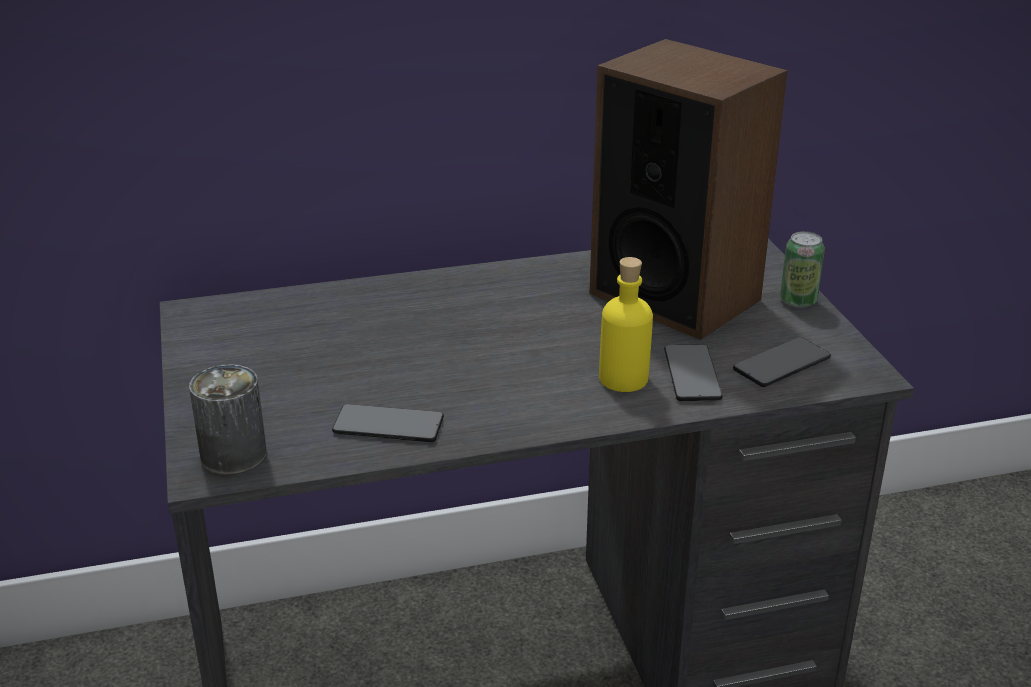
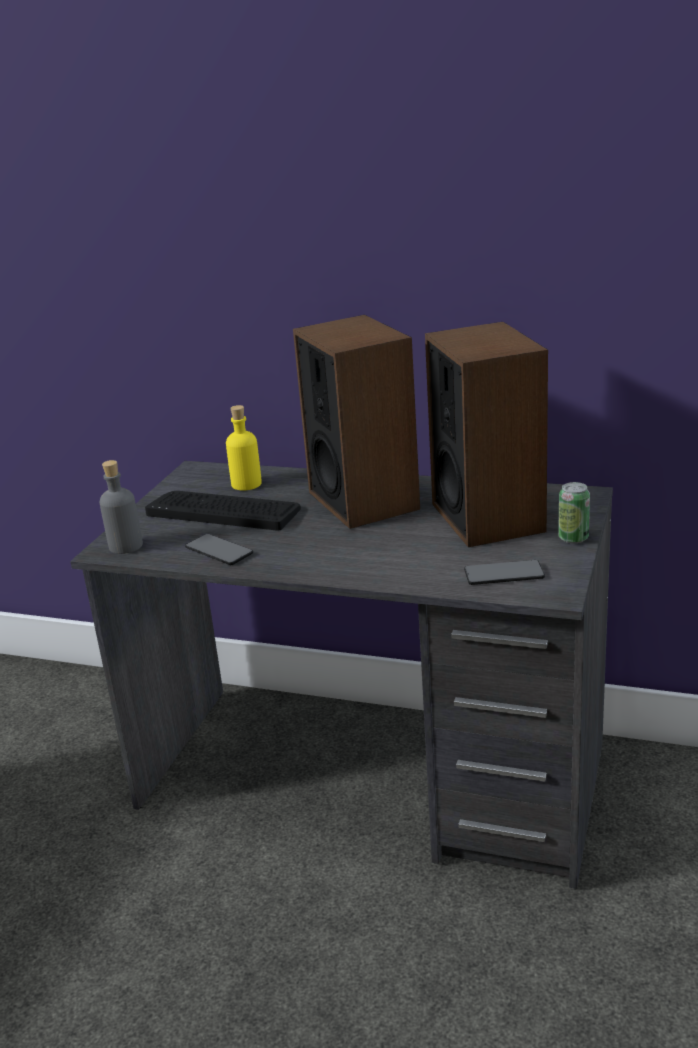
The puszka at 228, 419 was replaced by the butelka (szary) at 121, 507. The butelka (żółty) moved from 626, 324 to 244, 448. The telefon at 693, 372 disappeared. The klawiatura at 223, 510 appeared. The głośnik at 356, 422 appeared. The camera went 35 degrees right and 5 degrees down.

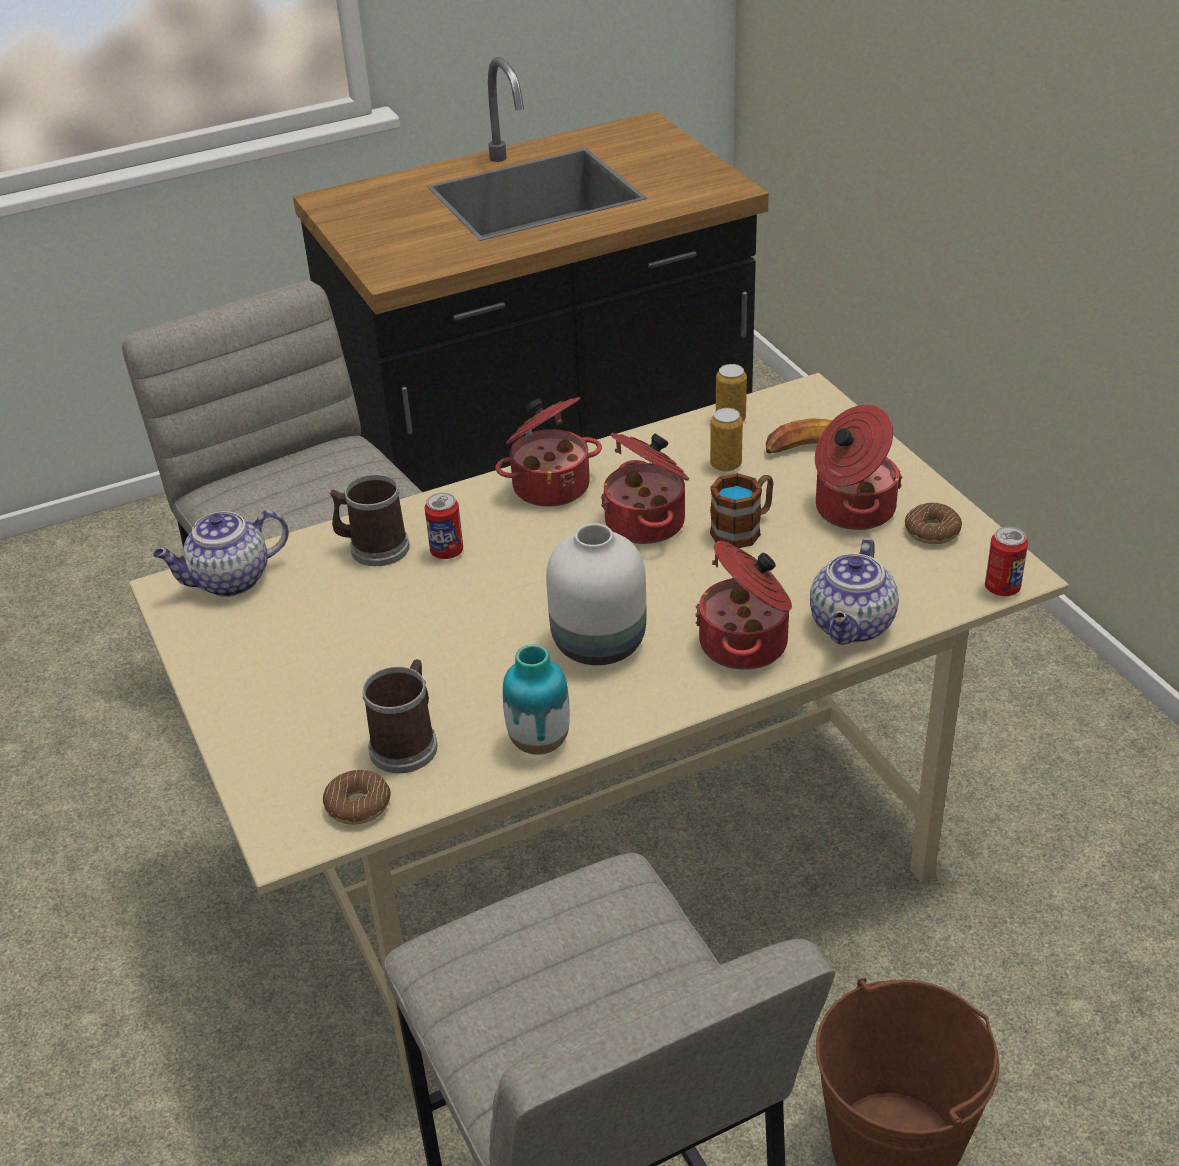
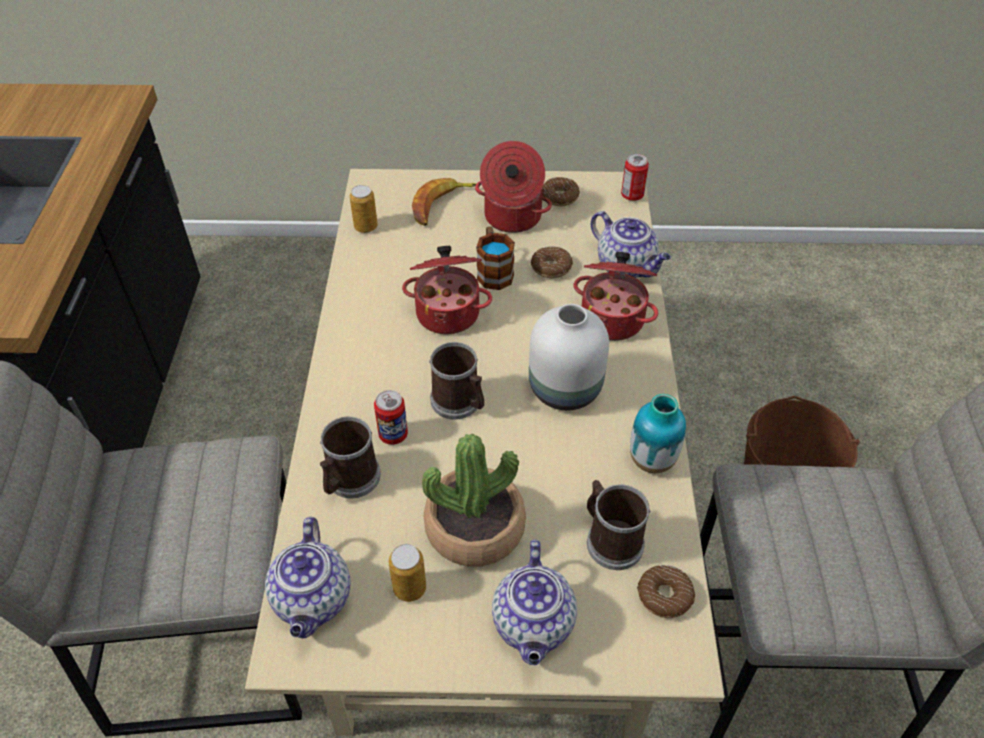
The garnek at 549, 452 disappeared. The puszka moved from 726, 440 to 407, 573. The roślina doniczkowa at 474, 500 appeared. The kubek at 456, 381 appeared. The imbryk at 534, 602 appeared. The donut at 552, 262 appeared. The camera went 65 degrees left and 10 degrees up.

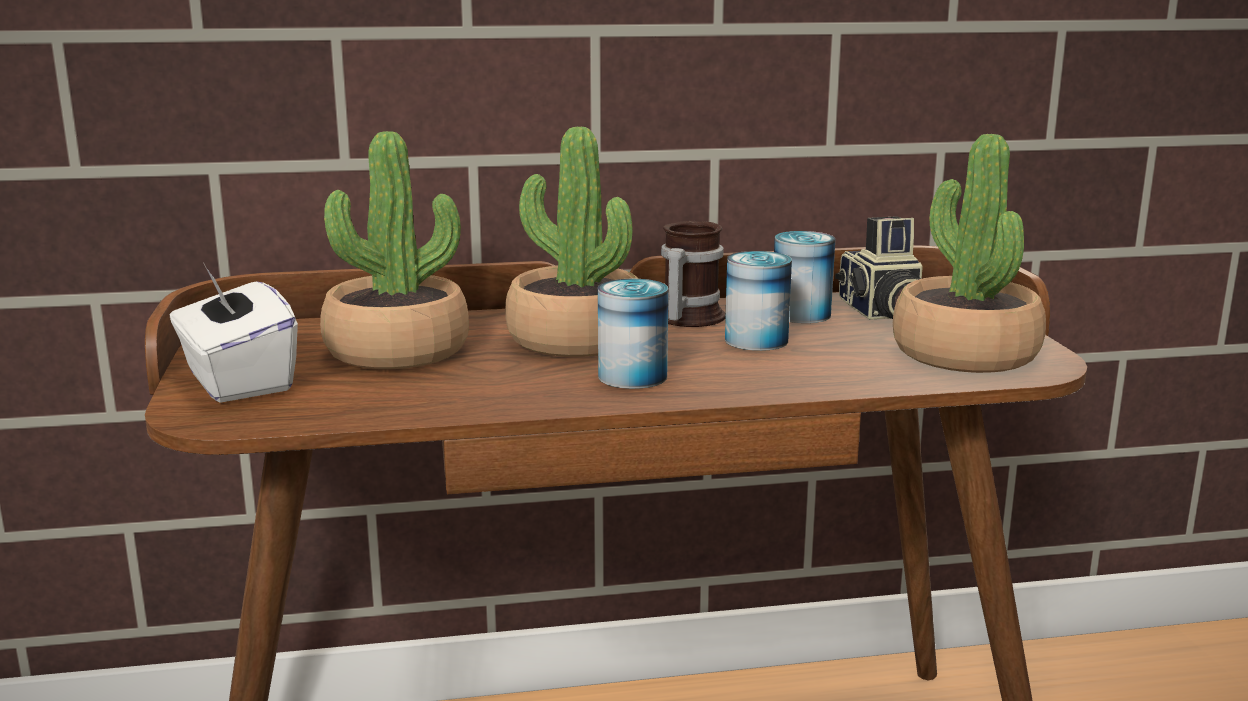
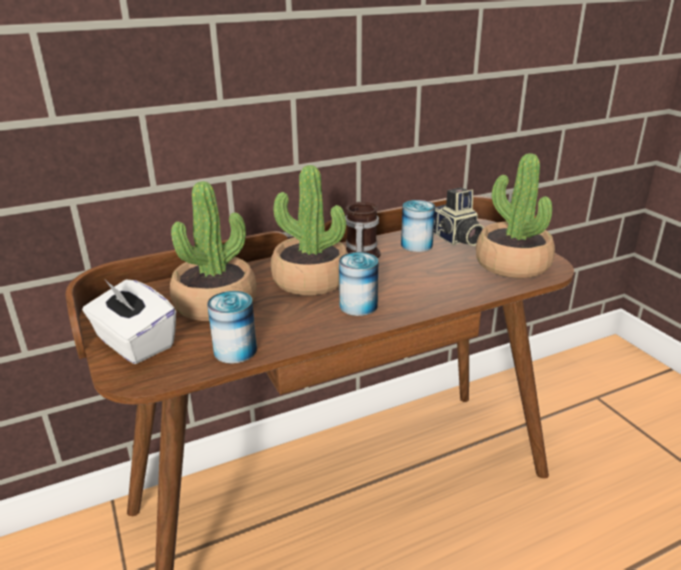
The puszka moved from 758, 301 to 232, 327. The camera went 15 degrees left and 10 degrees up.

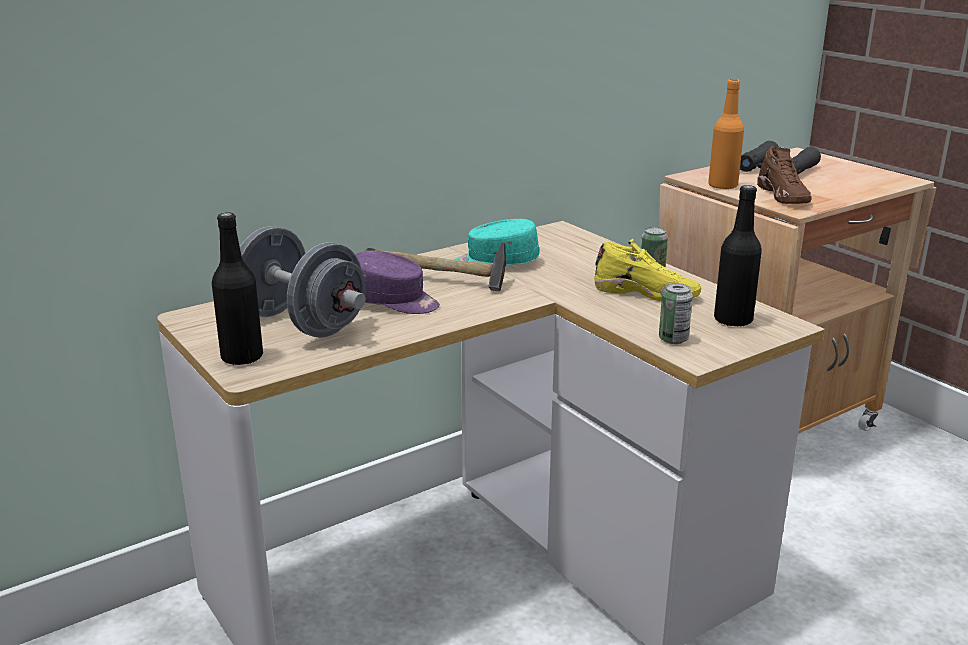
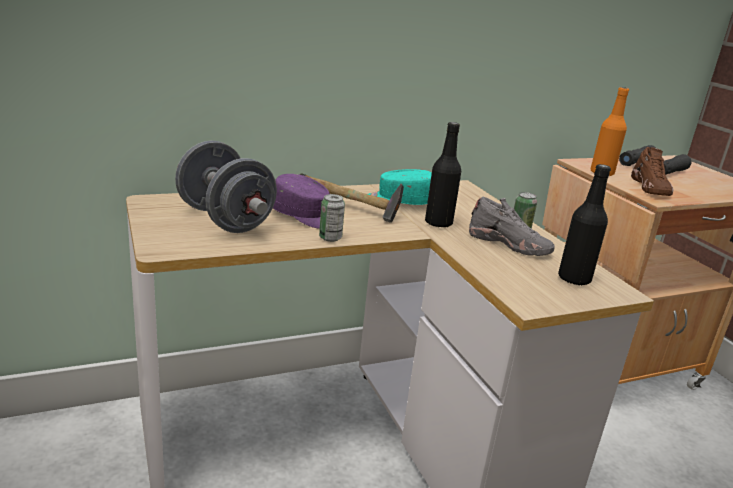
The butelka (czarny) moved from 237, 288 to 443, 175. The but (żółty) at 647, 270 became the but (szary) at 512, 226. The puszka moved from 676, 313 to 332, 218. The camera went 10 degrees right and 0 degrees up.

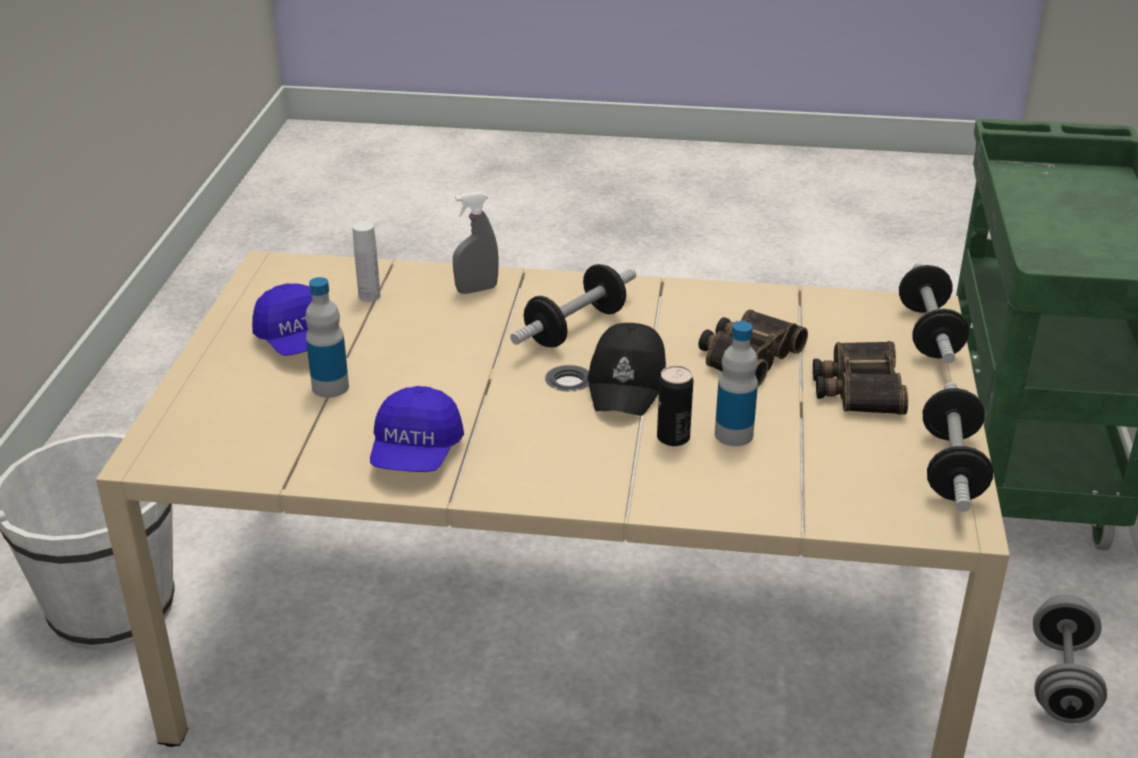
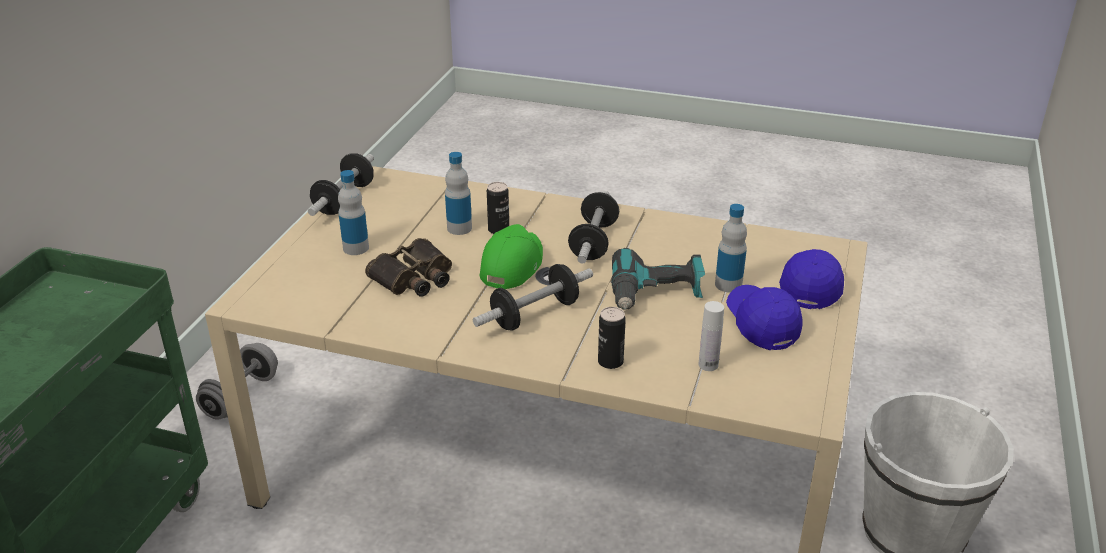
The czapka z daszkiem (niebieski) moved from 417, 429 to 811, 279. The spryskiwacz (szary) at 476, 243 was replaced by the puszka at 612, 338. The czapka z daszkiem (czarny) at 626, 369 became the czapka z daszkiem (zielony) at 511, 256. The lornetka at 860, 378 was replaced by the butelka at 353, 212. The hantel moved from 934, 313 to 593, 227. The wiertarka at 658, 279 appeared. The camera went 170 degrees left and 0 degrees up.

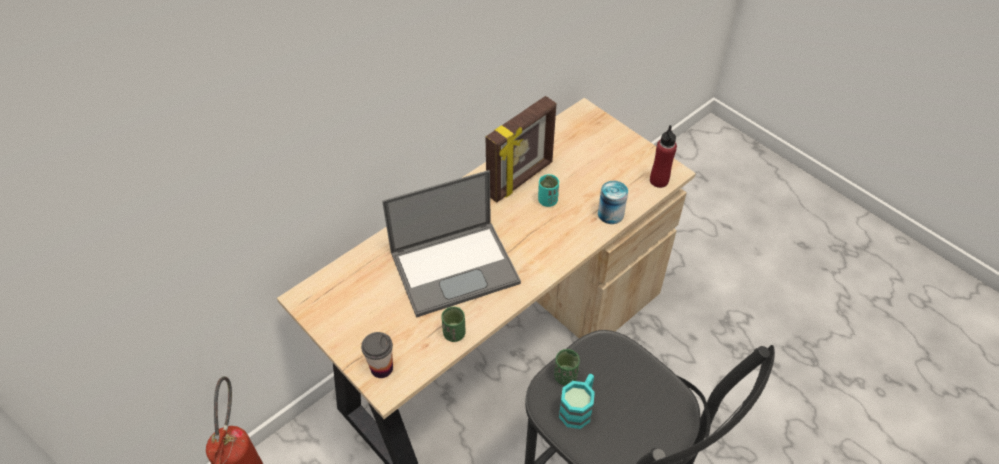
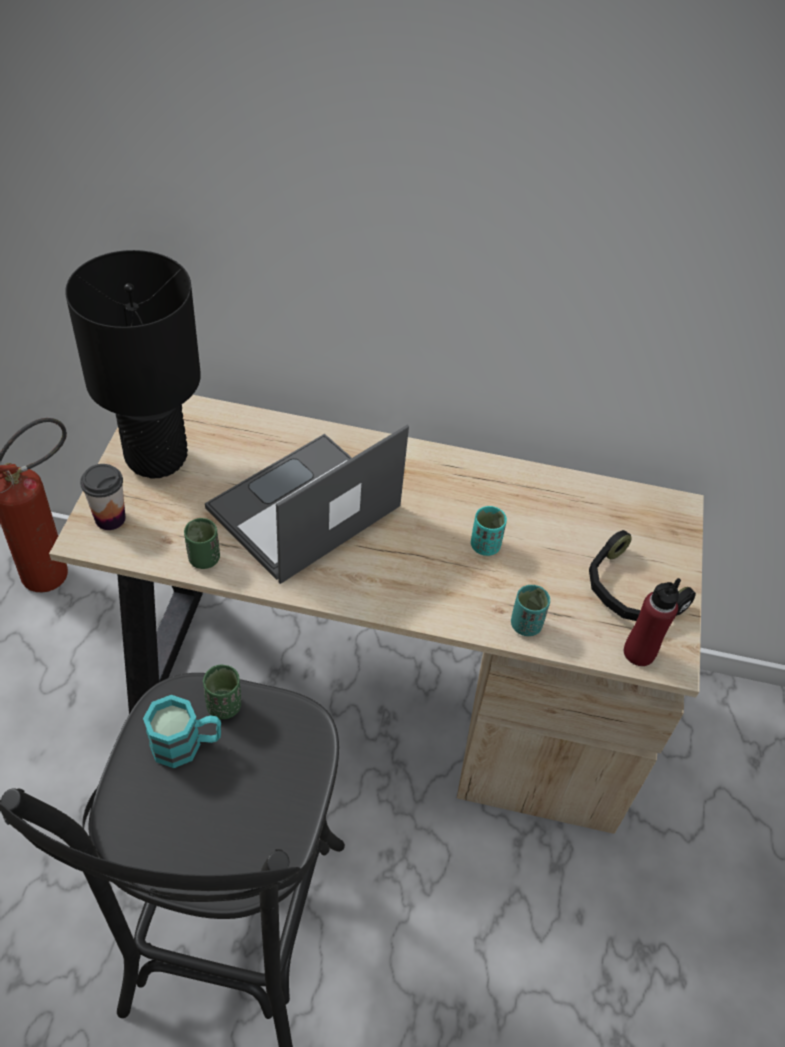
The laptop at 451, 244 turned 105 degrees clockwise. The ramka na zdjęcie at 521, 149 disappeared. The puszka at 613, 202 was replaced by the filiżanka (turkusowy) at 530, 610. The lampa stołowa (czarny) at 133, 364 appeared. The słuchawki (czarny) at 642, 575 appeared. The camera went 50 degrees right and 0 degrees up.

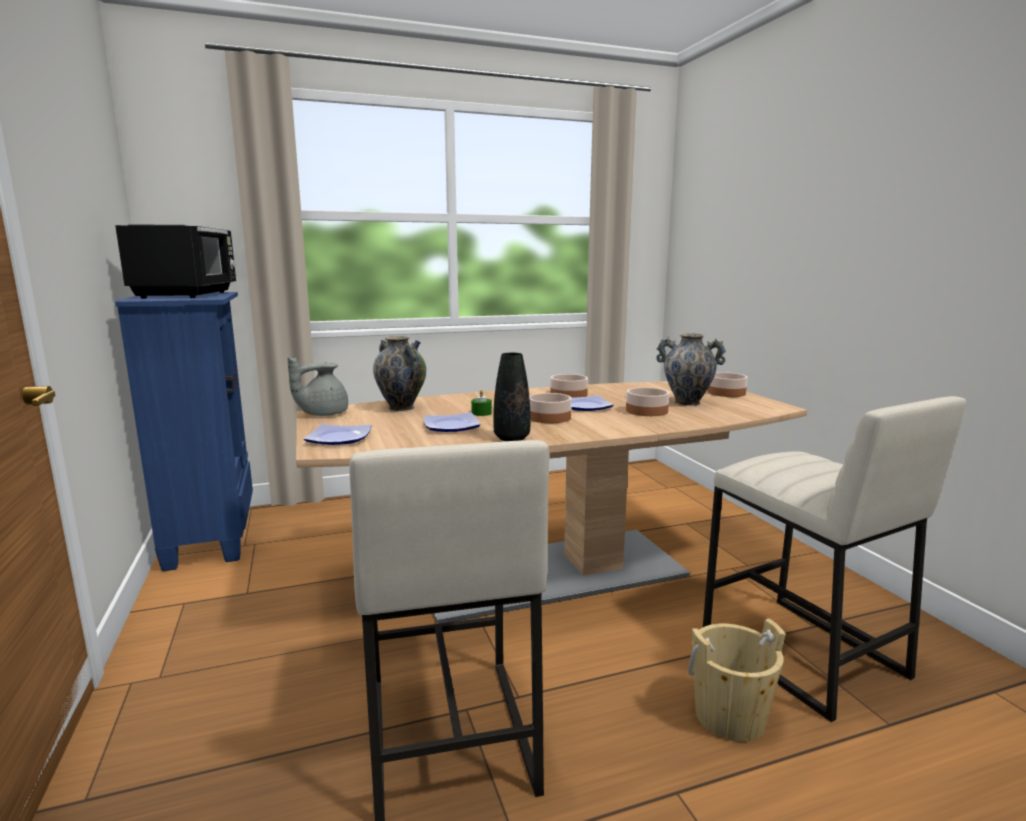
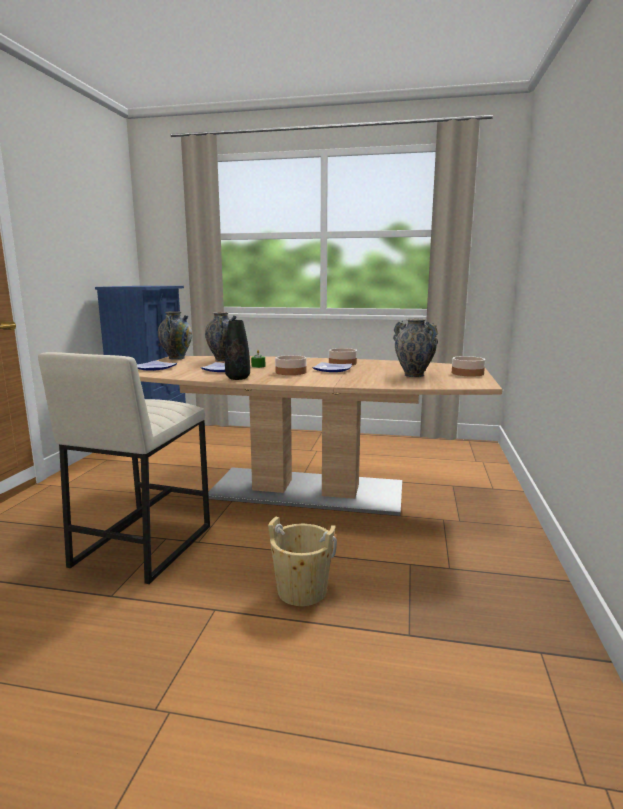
The mikrofalówka (czarny) at 175, 261 disappeared. The imbryk (szary) at 317, 386 was replaced by the wazon at 175, 335. The miska at 647, 401 disappeared. The stołek (beżowy) at 834, 559 disappeared. The camera went 30 degrees right and 0 degrees up.

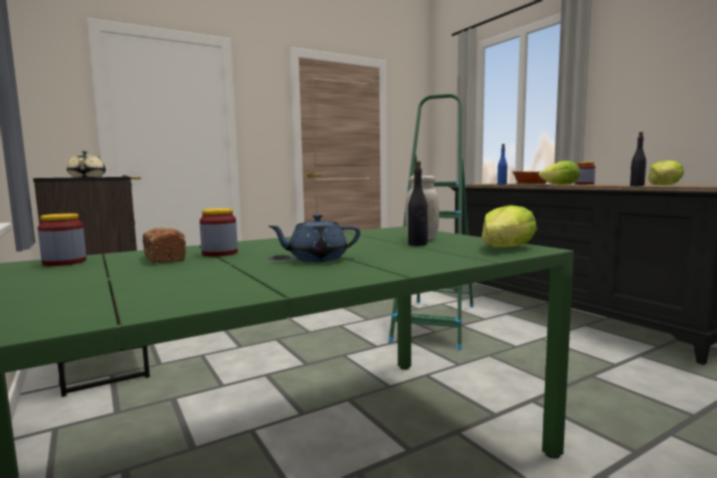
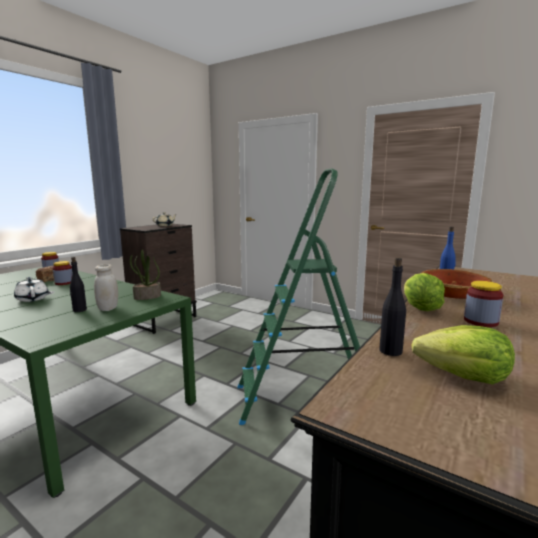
The imbryk (niebieski) at 314, 238 became the imbryk (biały) at 31, 289. The sałata at 509, 226 disappeared. The roślina doniczkowa at 145, 275 appeared. The camera went 65 degrees right and 5 degrees up.

